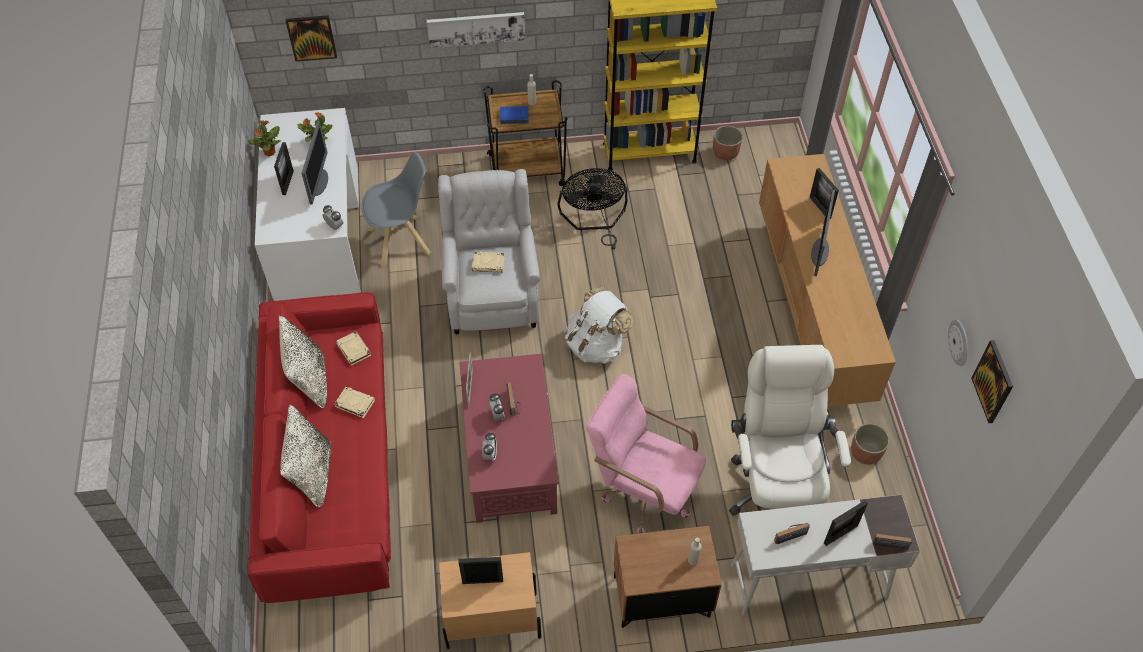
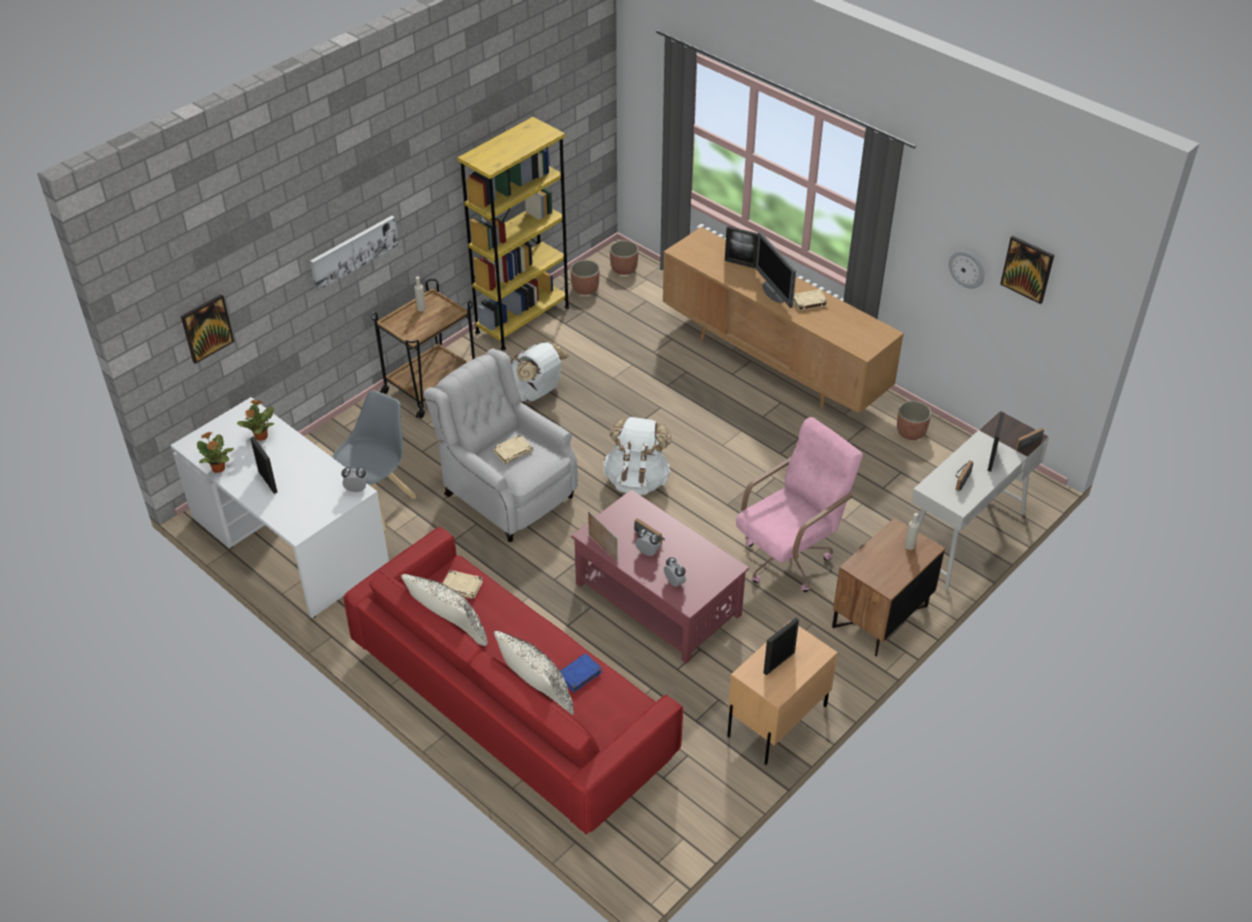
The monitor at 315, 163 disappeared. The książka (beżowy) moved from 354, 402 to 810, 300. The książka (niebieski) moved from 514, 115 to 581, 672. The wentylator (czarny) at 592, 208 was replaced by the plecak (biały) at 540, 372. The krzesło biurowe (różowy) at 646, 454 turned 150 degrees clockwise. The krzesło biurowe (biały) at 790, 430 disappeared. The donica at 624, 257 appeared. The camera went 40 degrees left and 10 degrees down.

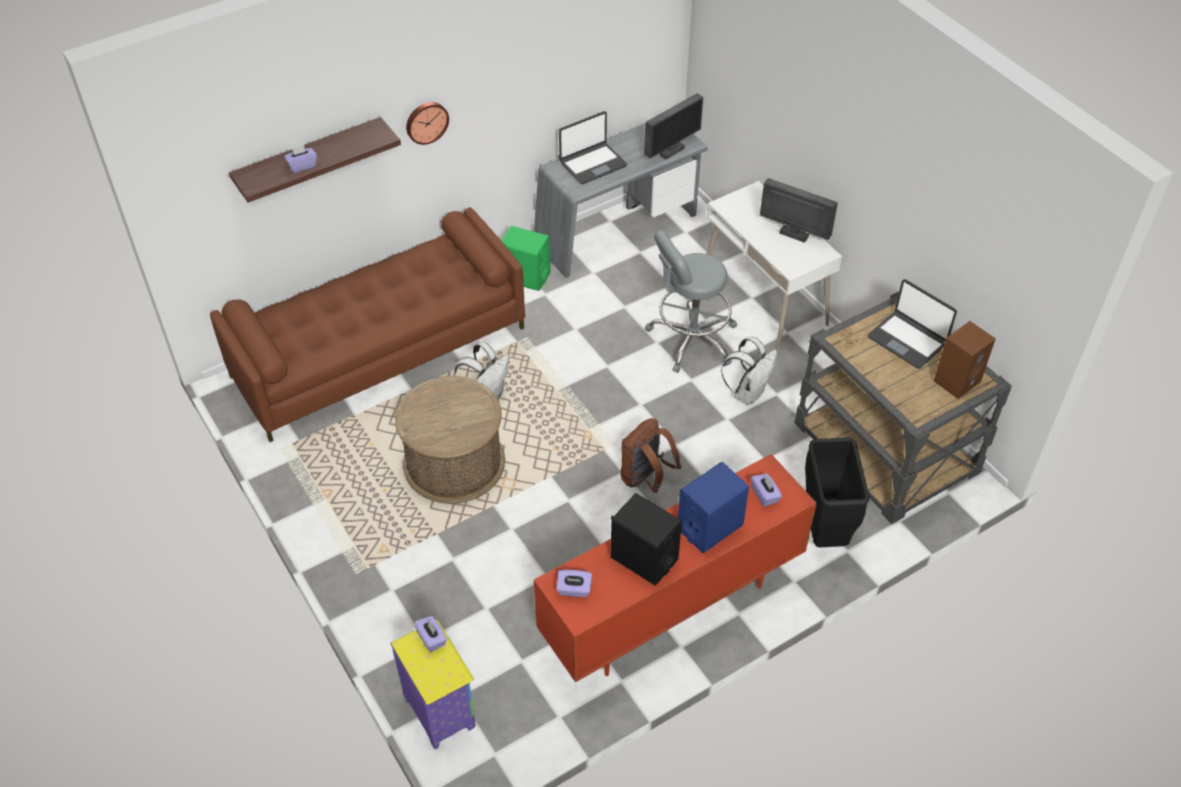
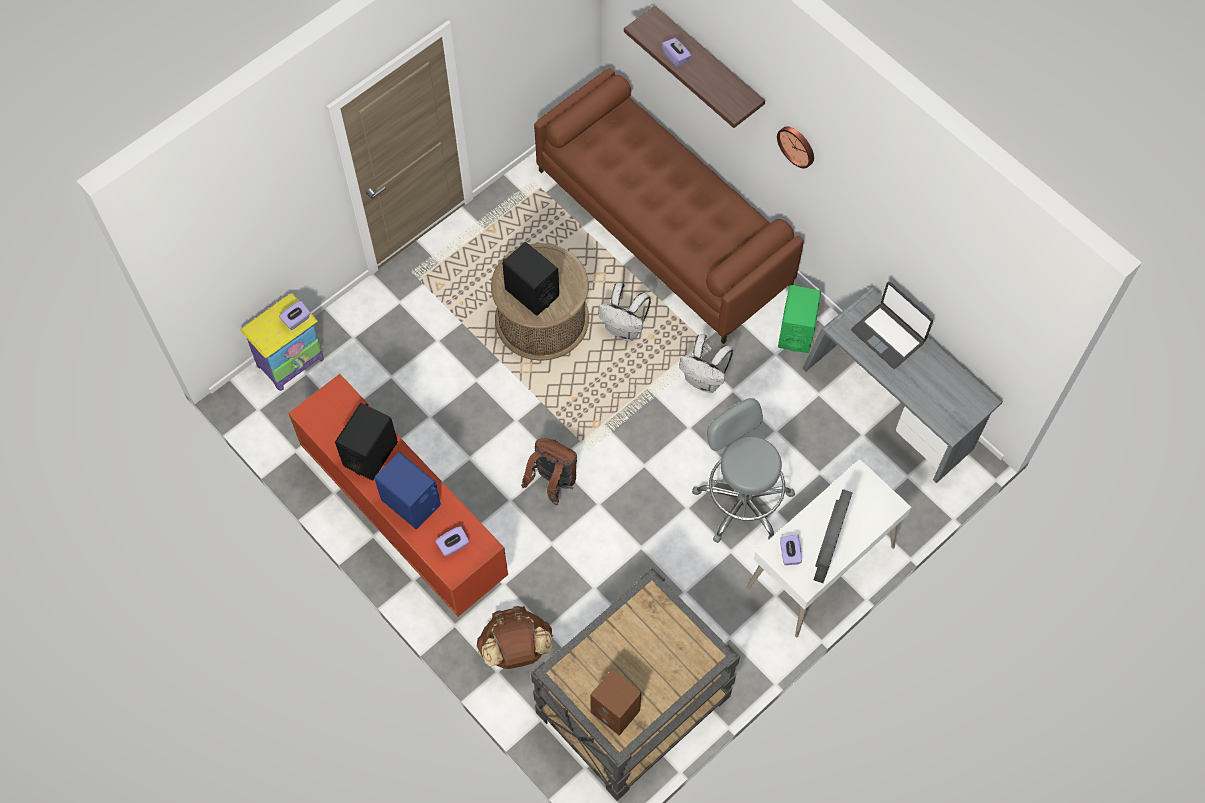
The pudełko chusteczek (fioletowy) moved from 574, 583 to 791, 549. The monitor at 673, 126 disappeared. The plecak (biały) moved from 749, 370 to 706, 363. The kosz na śmieci (czarny) at 837, 492 was replaced by the plecak (brązowy) at 515, 637. The laptop at 912, 324 disappeared. The głośnik (czarny) at 530, 279 appeared. The camera went 80 degrees right and 15 degrees up.

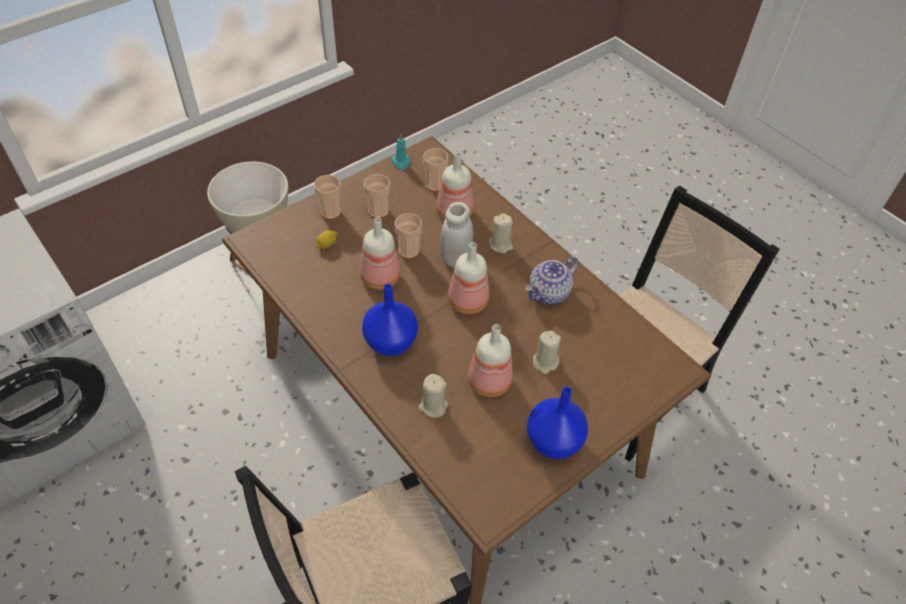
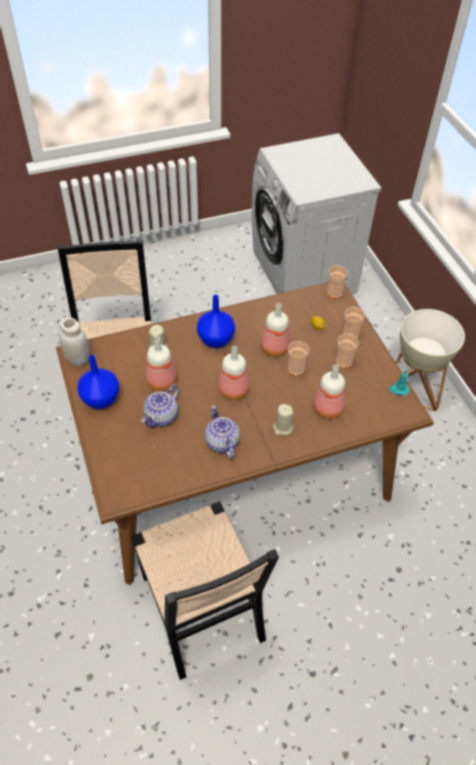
The filiżanka moved from 435, 170 to 337, 282. The słoik (biały) moved from 456, 235 to 74, 341. The świeca (beżowy) at 547, 352 was replaced by the imbryk at 159, 405. The camera went 110 degrees right and 0 degrees up.

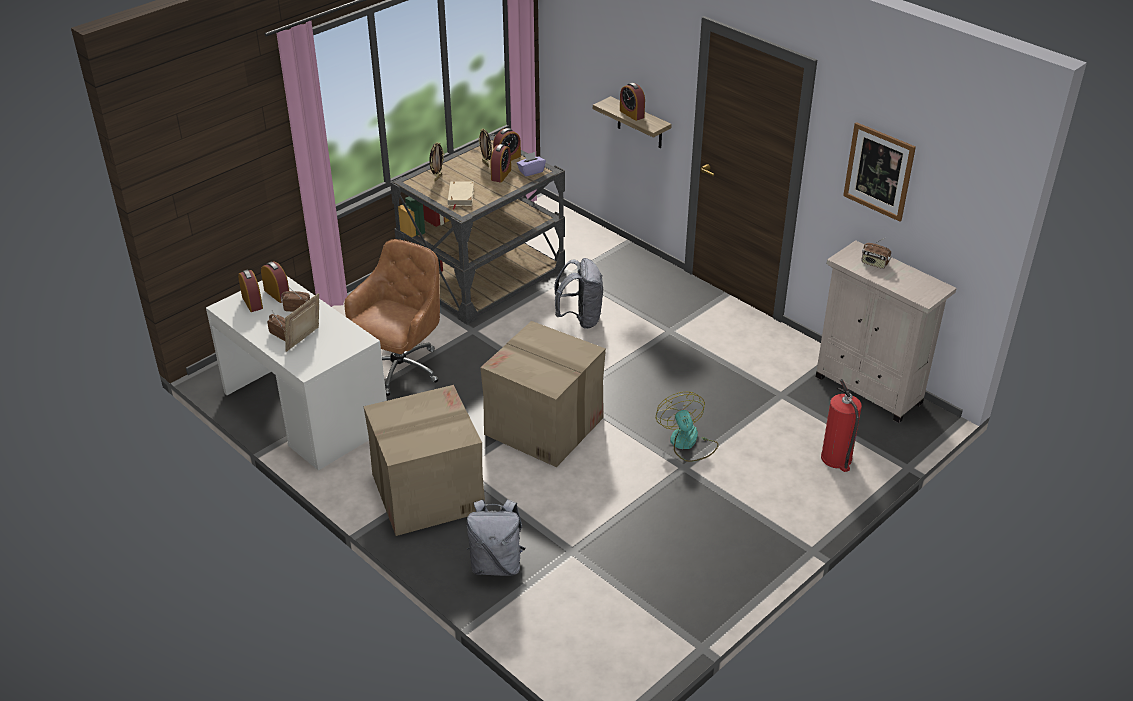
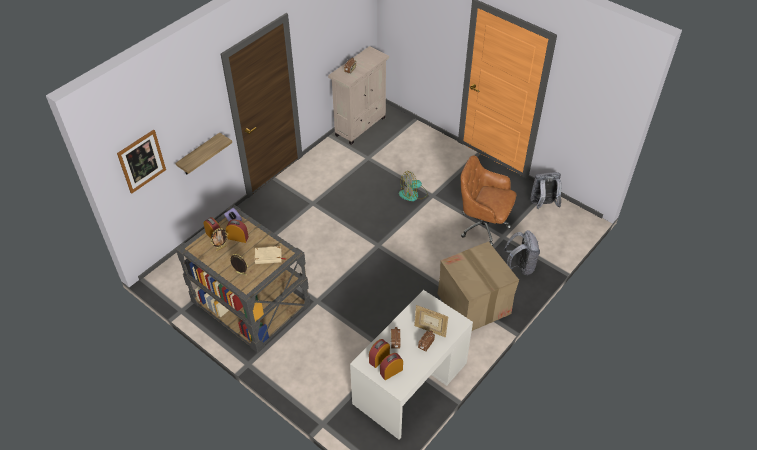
The krzesło biurowe (brązowy) moved from 392, 317 to 488, 201. The karton at 543, 394 disappeared. The plecak (szary) moved from 578, 293 to 546, 190. The budzik at 632, 102 disappeared. The gaśnica at 841, 425 disappeared. The obraz moved from 879, 172 to 141, 162. The camera went 95 degrees left and 10 degrees up.

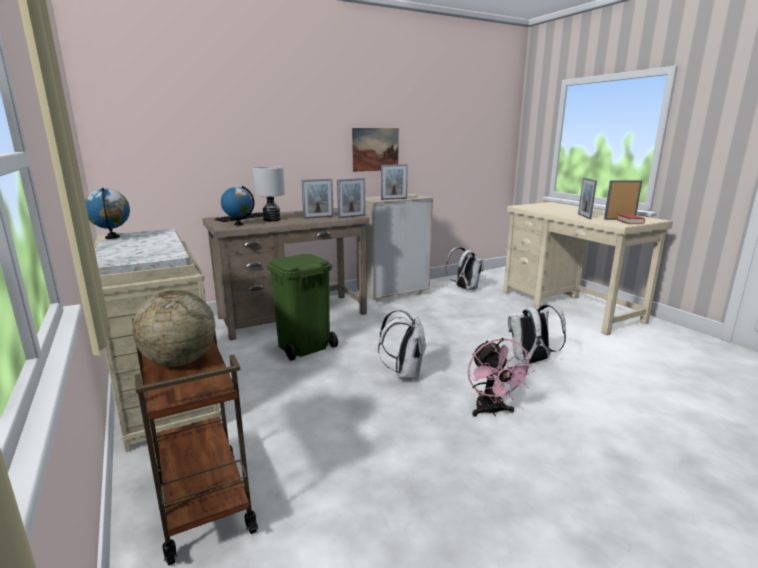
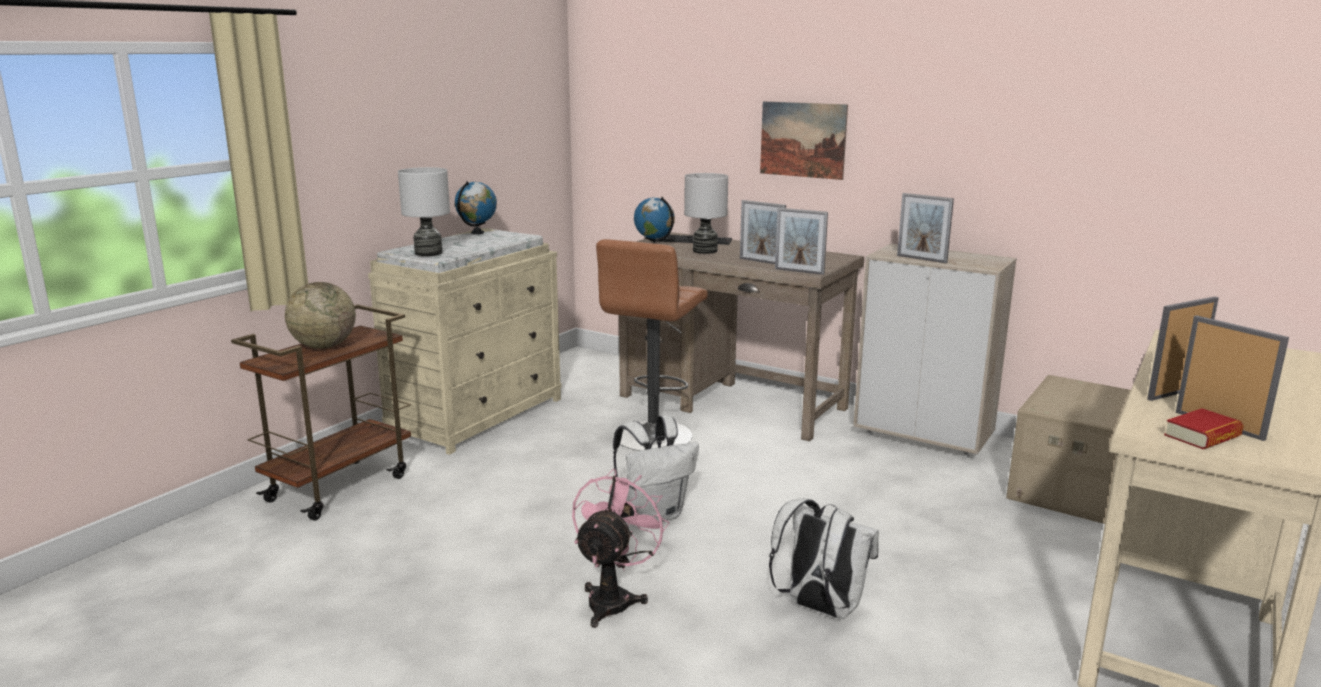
The kosz na śmieci (zielony) at 302, 307 was replaced by the stołek (brązowy) at 652, 345. The obraz moved from 375, 150 to 804, 140. The plecak (biały) at 465, 268 was replaced by the karton at 1068, 449. The wentylator (różowy) at 501, 377 turned 150 degrees clockwise. The lampa stołowa (szary) at 424, 211 appeared. The camera went 60 degrees right and 0 degrees up.

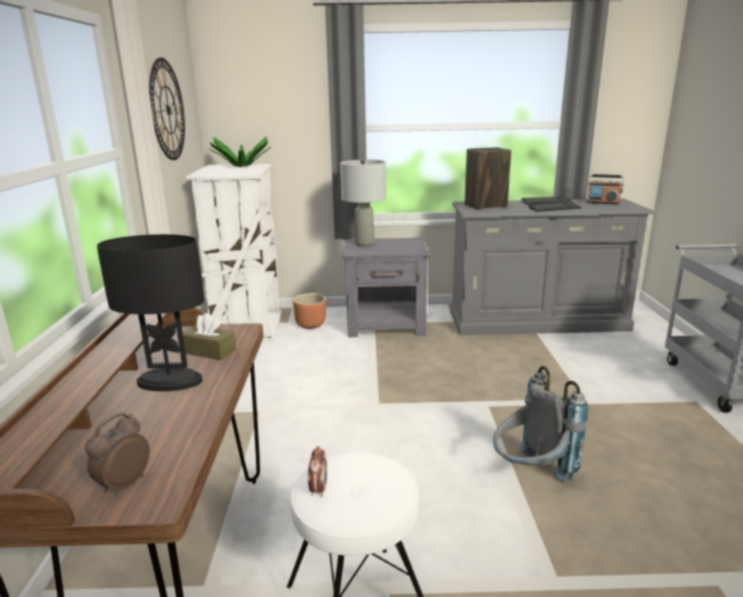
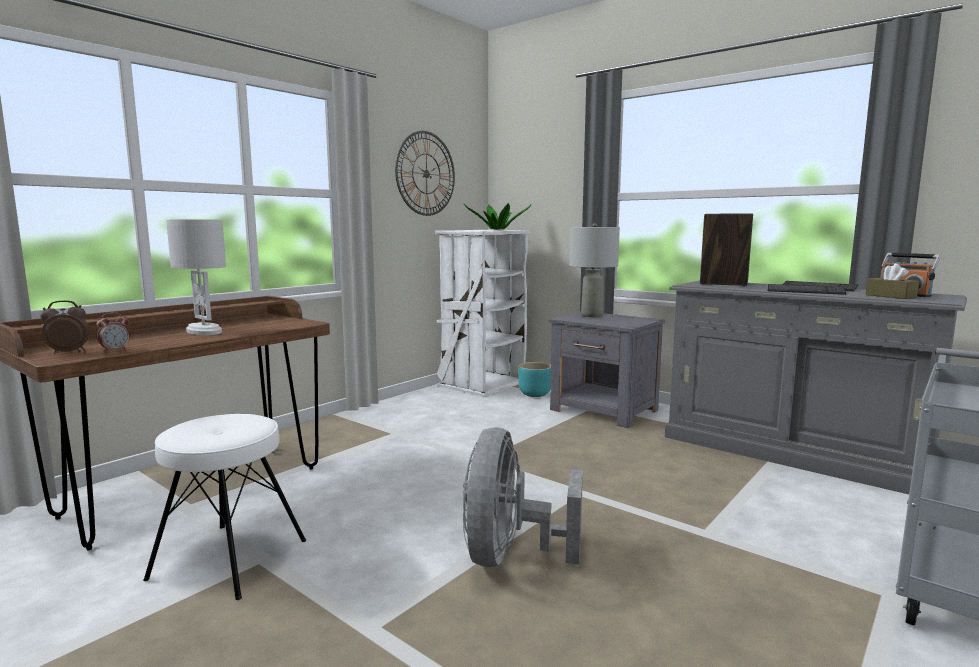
The lampa stołowa (czarny) at 151, 312 became the lampa stołowa (biały) at 196, 277. The pudełko chusteczek (brązowy) moved from 209, 336 to 892, 281. The donica (brązowy) at 309, 311 became the donica (turkusowy) at 534, 379. The budzik moved from 317, 471 to 113, 332. The plecak (szary) at 541, 424 was replaced by the wentylator (szary) at 523, 497. The camera went 40 degrees right and 10 degrees down.

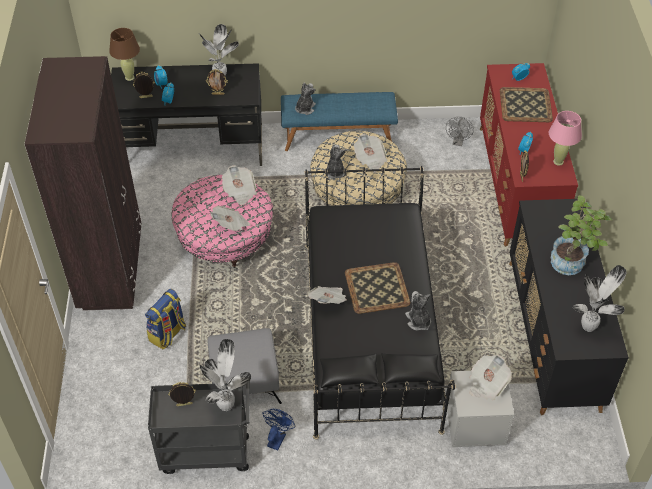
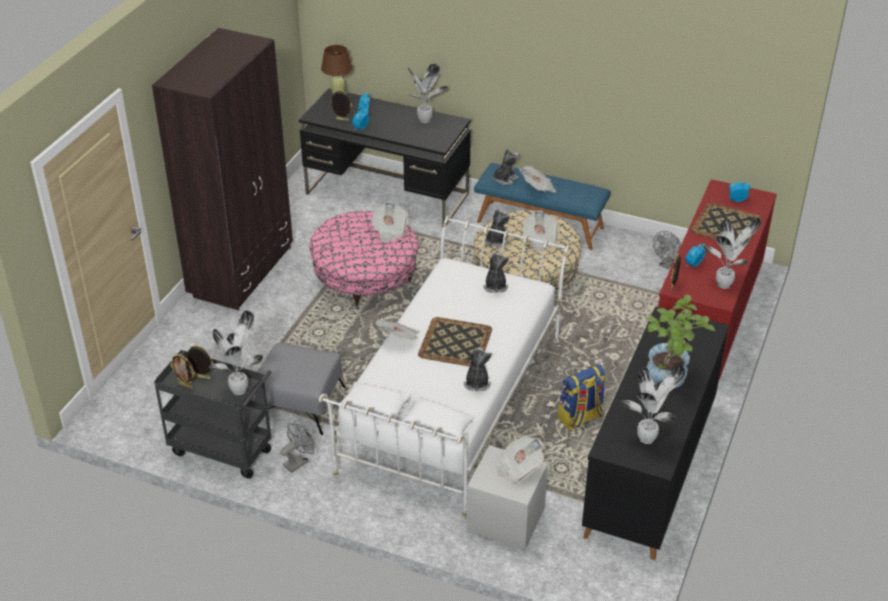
The plecak moved from 165, 319 to 582, 397. The ramka na zdjęcie moved from 216, 82 to 182, 371. The gazeta moved from 230, 218 to 537, 179. The wentylator (niebieski) at 278, 429 became the wentylator (szary) at 297, 448. The łóżko (czarny) at 380, 302 became the łóżko (biały) at 444, 367. The lampa stołowa (różowy) at 565, 138 was replaced by the roślina doniczkowa at 732, 253. The pluszak at 496, 273 appeared. The camera went 25 degrees right and 10 degrees down.

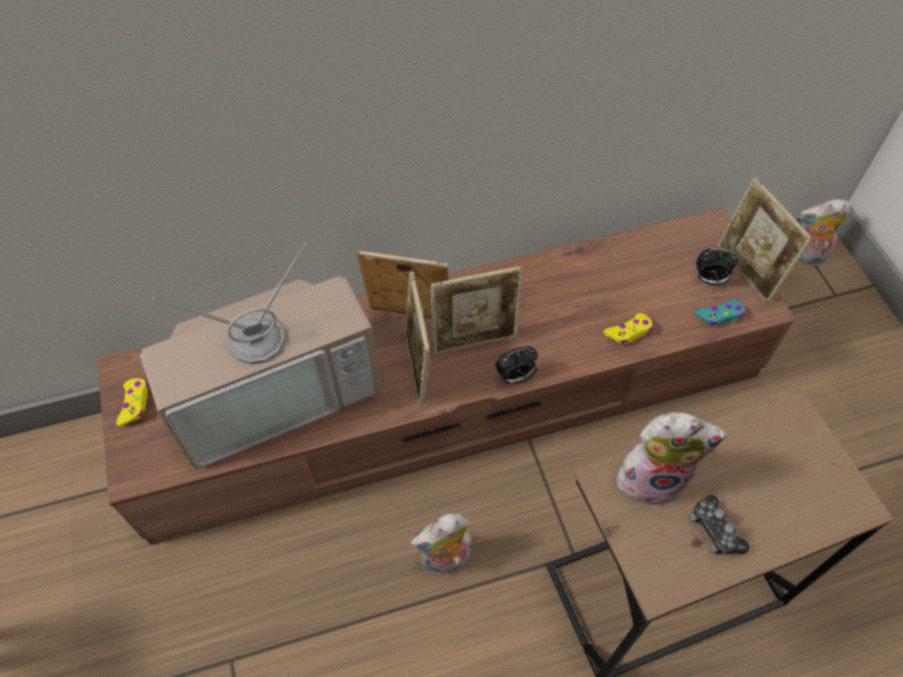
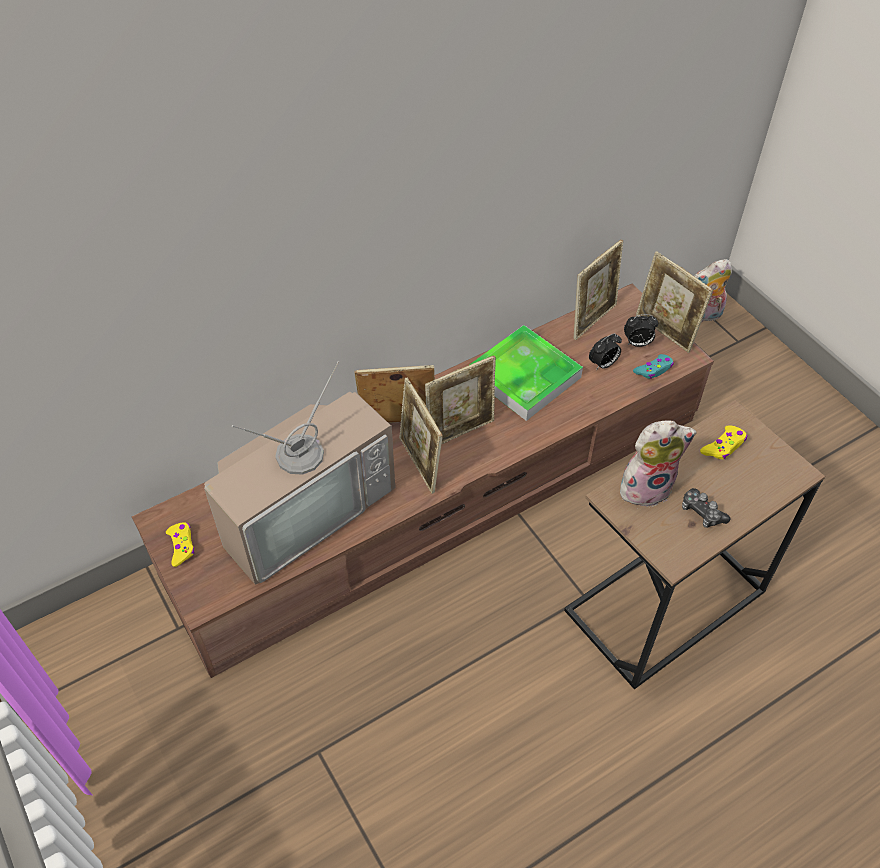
The pluszak at 440, 543 disappeared. The budzik moved from 517, 365 to 605, 351. The pad do gier (żółty) moved from 628, 329 to 723, 442. The taca at 526, 373 appeared. The ramka na zdjęcie at 598, 290 appeared. The camera went 15 degrees left and 5 degrees down.

